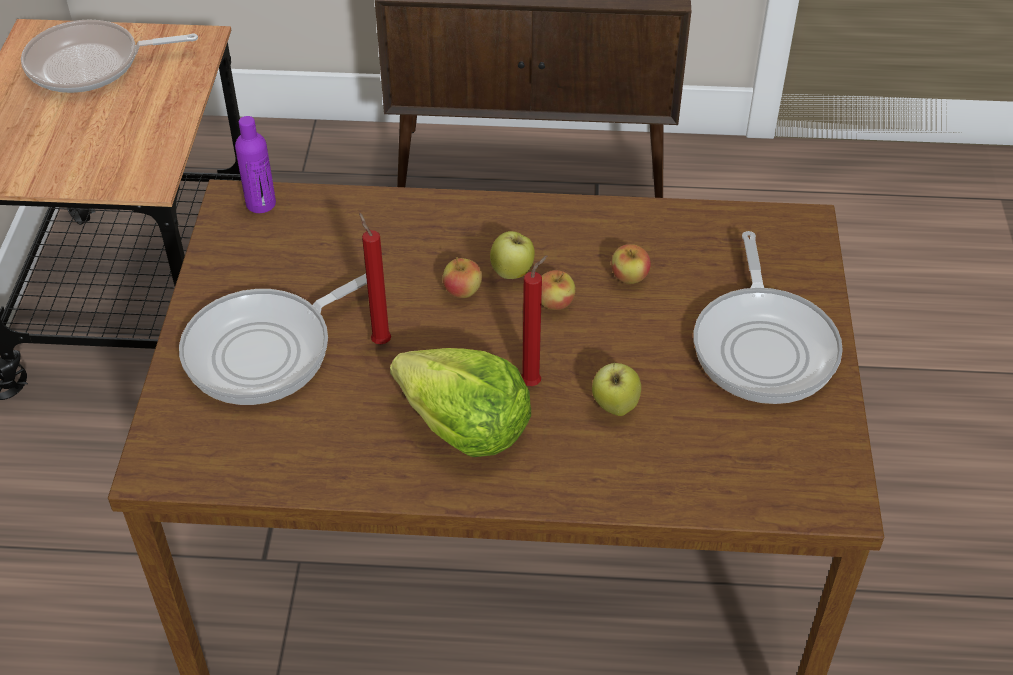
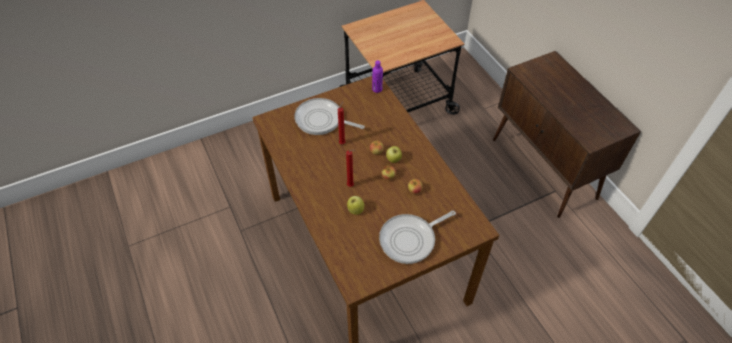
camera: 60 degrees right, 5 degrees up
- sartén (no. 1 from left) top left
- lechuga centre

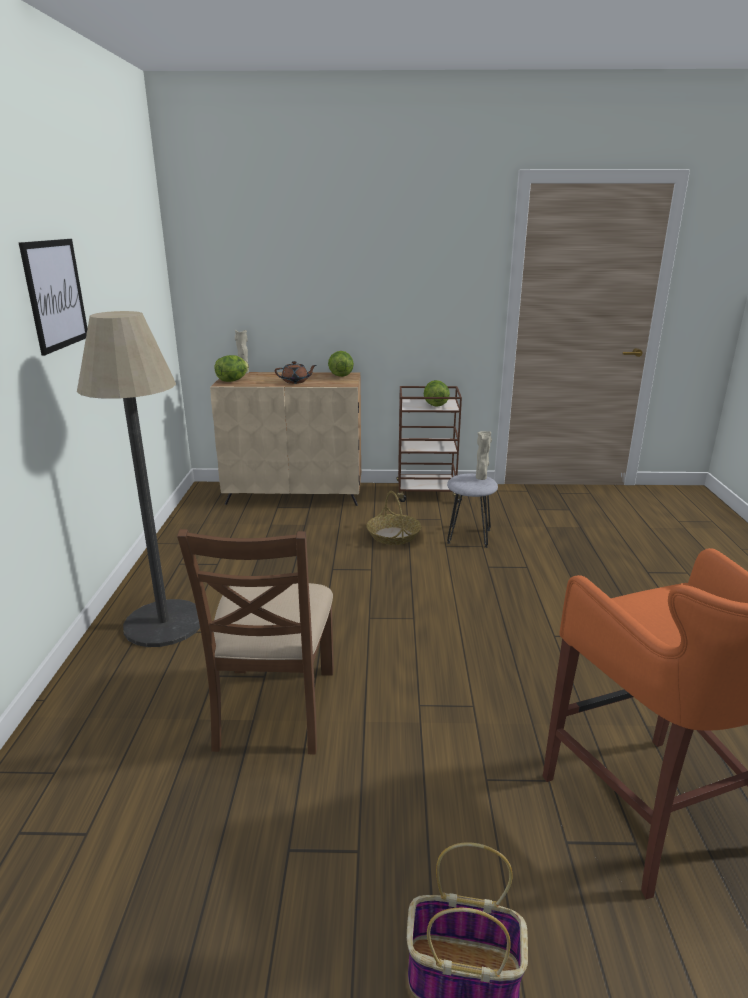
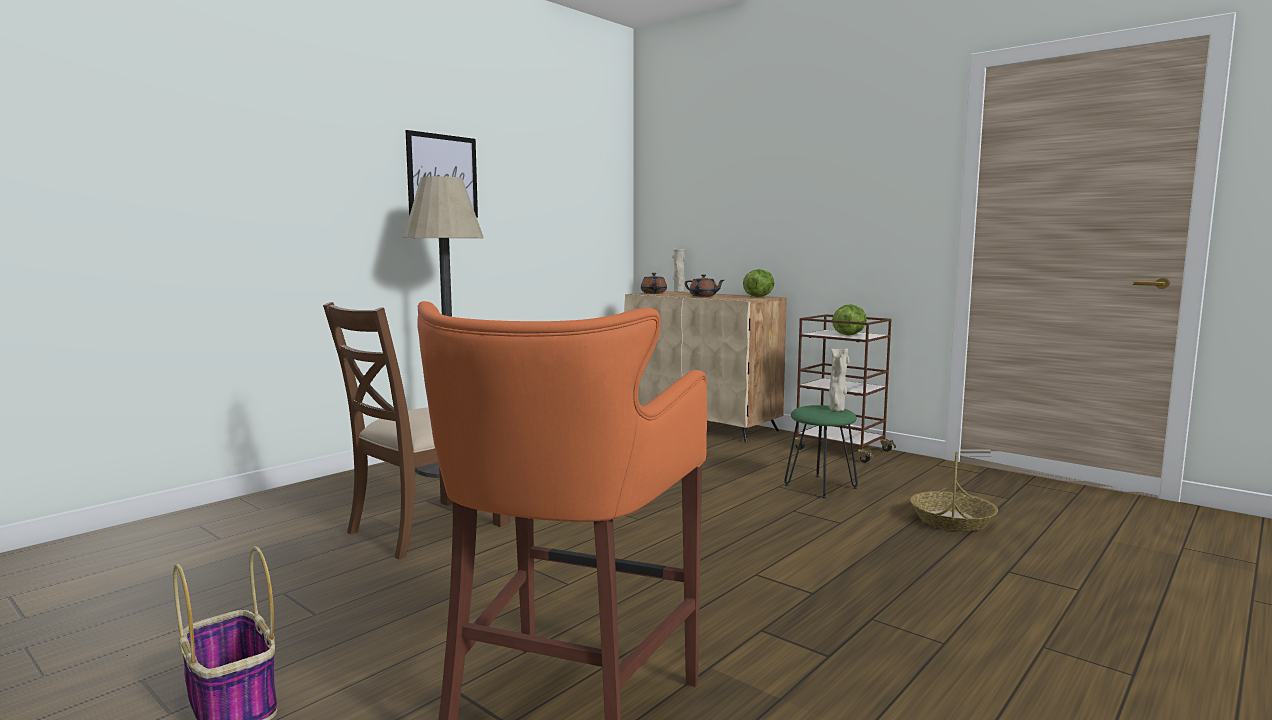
camera: 40 degrees right, 15 degrees down
~ lechuga (no. 1 from left) middle left to tetera/marrón (no. 1 from left) centre
~ cesta (no. 1 from left in the first image) centre to cesta (no. 2 from left) bottom right
~ taburete/gris centre to taburete/verde centre

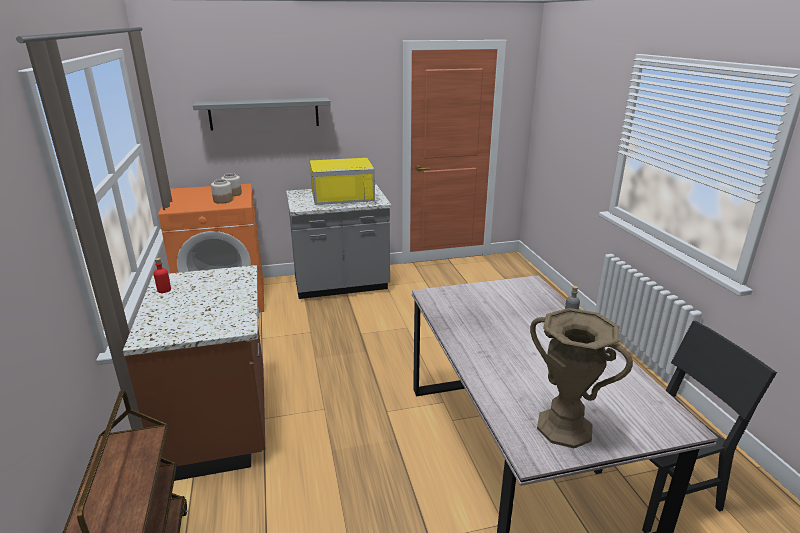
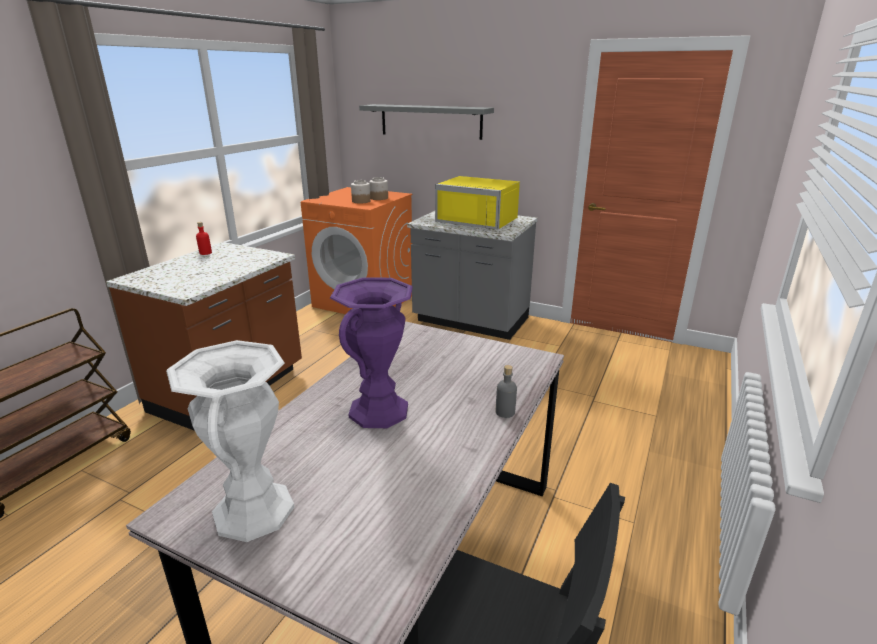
camera: 40 degrees right, 0 degrees up
~ florero/marrón bottom right to florero/blanco bottom left
+ florero/morado centre

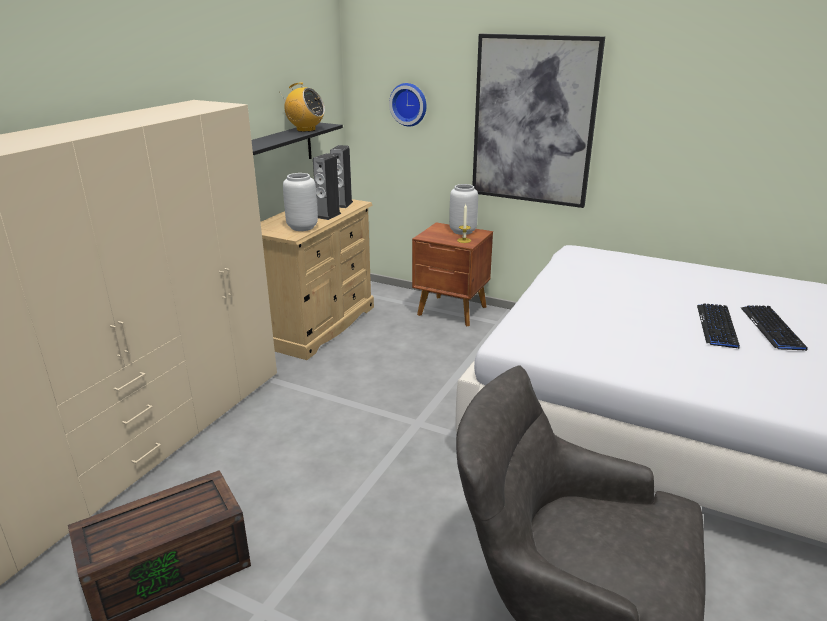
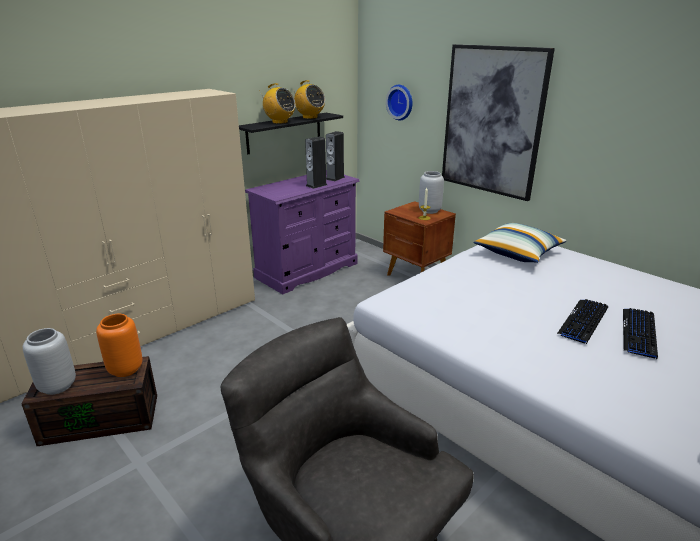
camera: 20 degrees right, 0 degrees up
~ cómoda/beis centre to cómoda/morado centre
~ florero/gris (no. 1 from left) top centre to bottom left
+ florero/naranja middle left
+ radio (no. 1 from left) top centre
+ cojín middle right

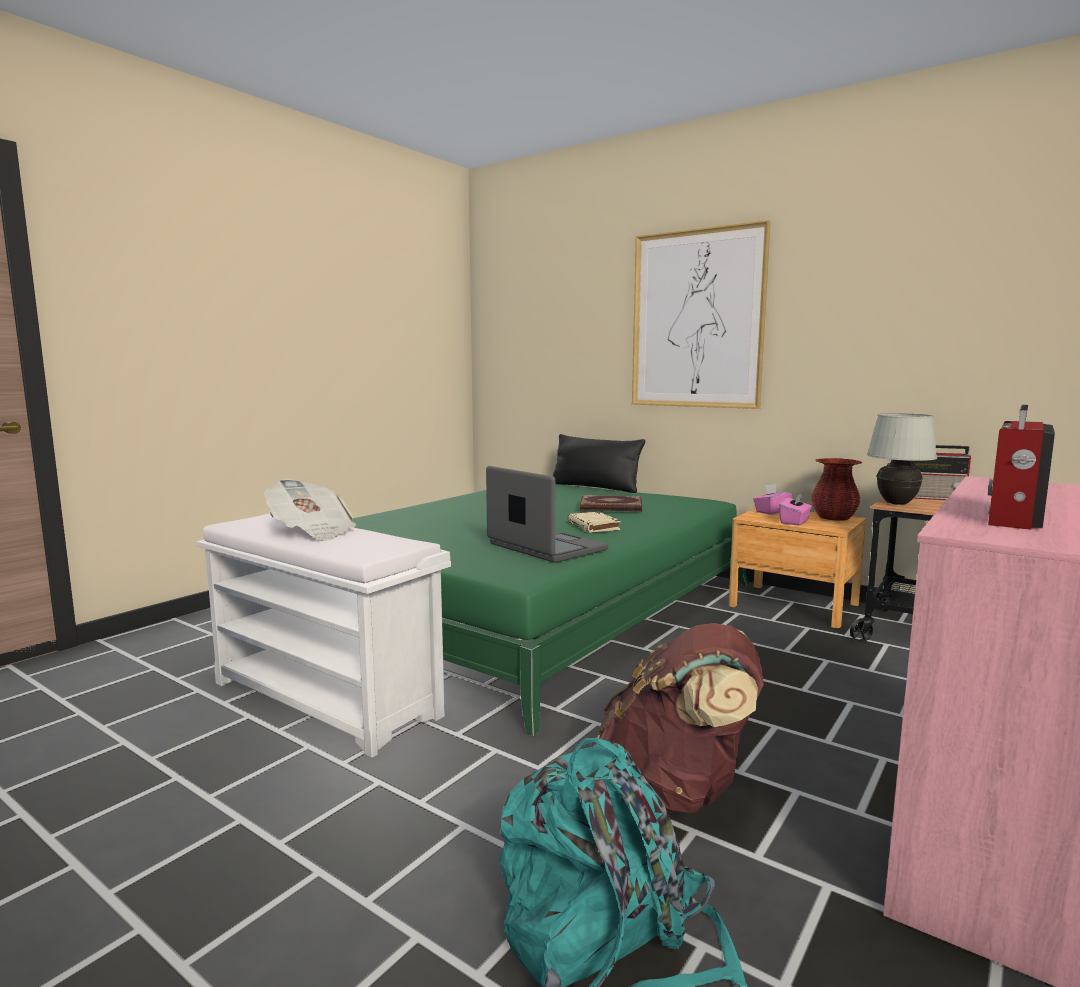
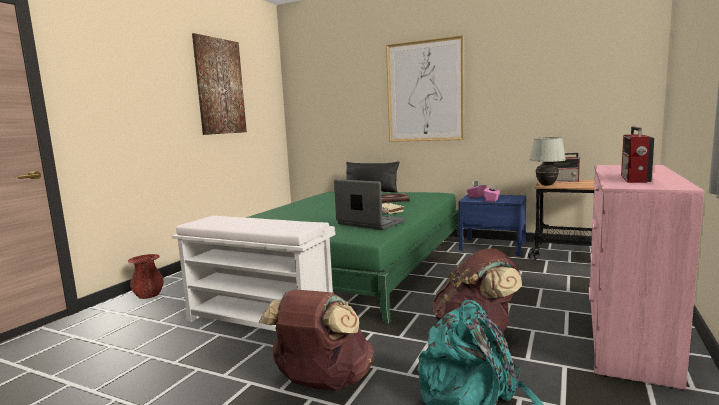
camera: 10 degrees left, 0 degrees up
- periódico middle left
~ mesita de noche/marrón middle right to mesita de noche/azul middle right
~ florero/rojo middle right to bottom left
+ cuadro (no. 1 from left) top left
+ mochila/marrón (no. 1 from left) bottom centre

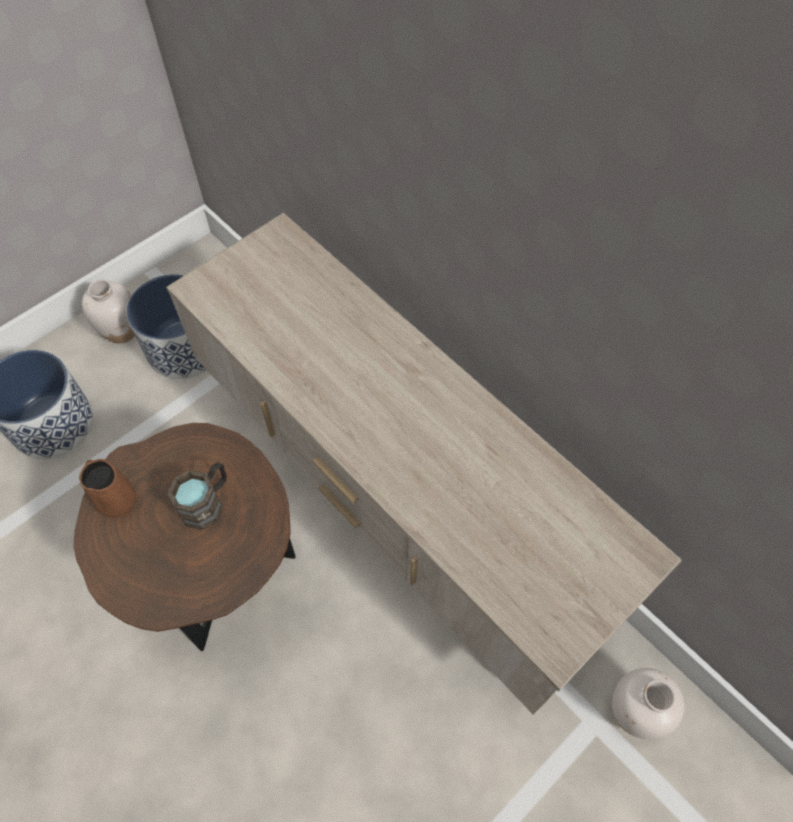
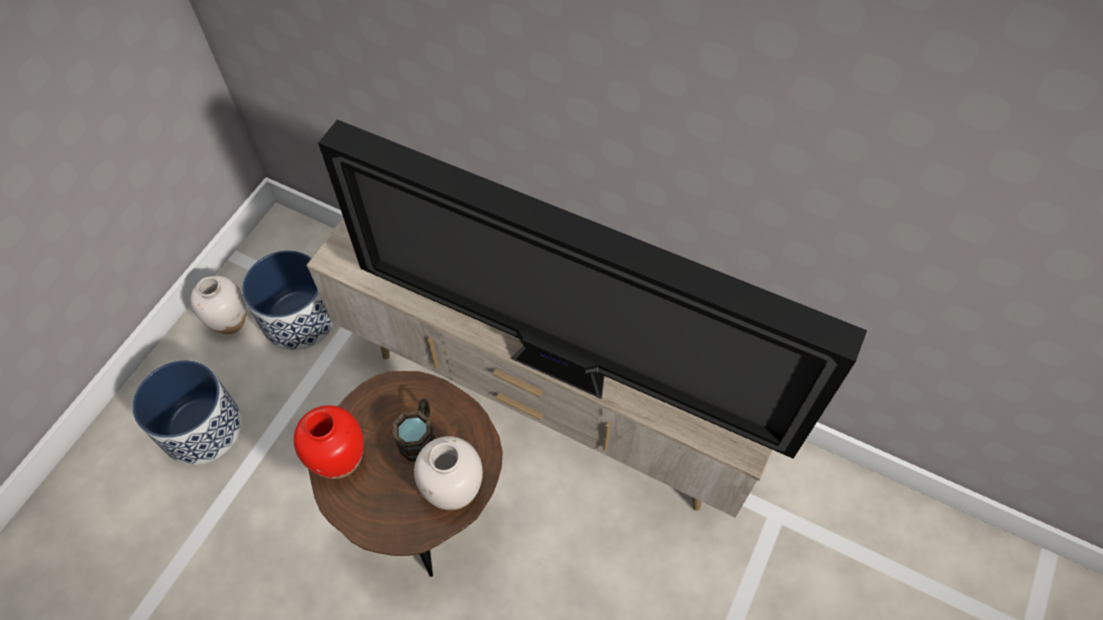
camera: 20 degrees left, 0 degrees up
~ taza grande/marrón (no. 1 from left) middle left to florero/rojo bottom left
~ florero/blanco (no. 2 from left) bottom right to bottom centre
+ televisor centre

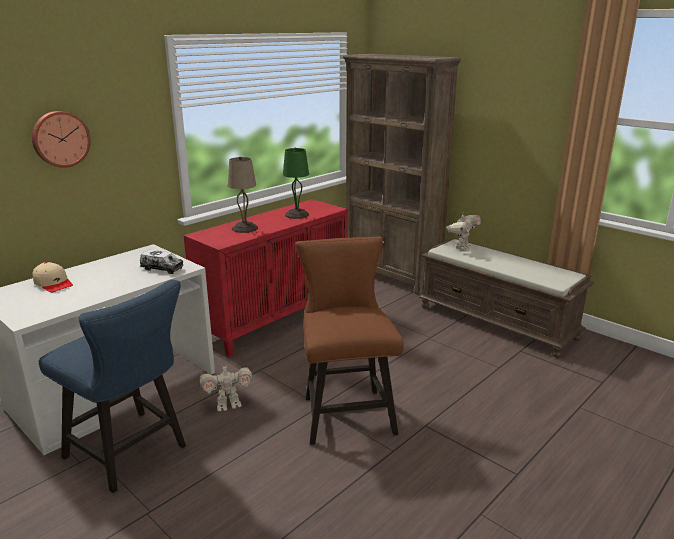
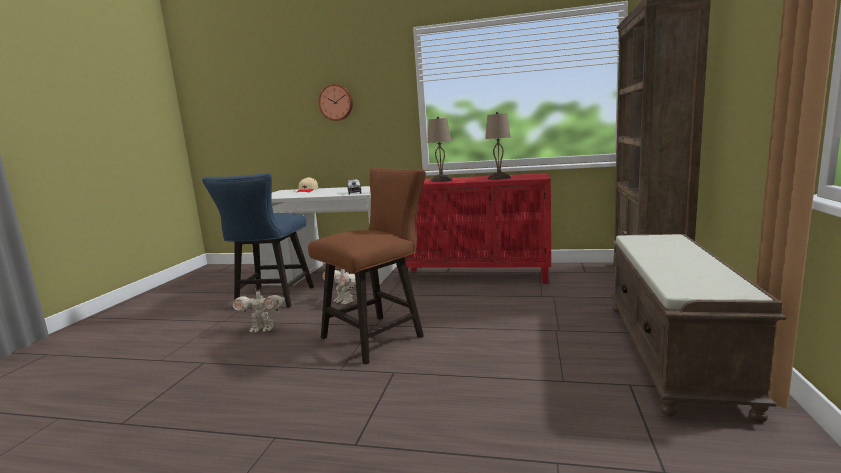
camera: 60 degrees right, 10 degrees down
~ lámpara de mesa/verde centre to lámpara de mesa/beis (no. 2 from left) top centre
~ robot de juguete (no. 2 from left in the first image) middle right to robot de juguete (no. 1 from left) middle left

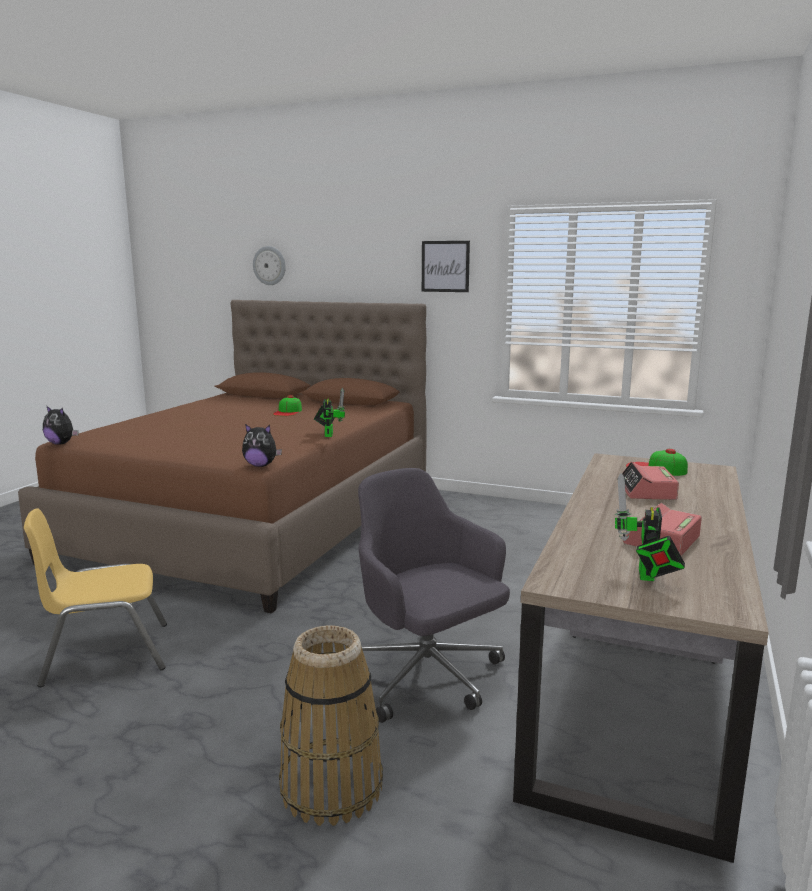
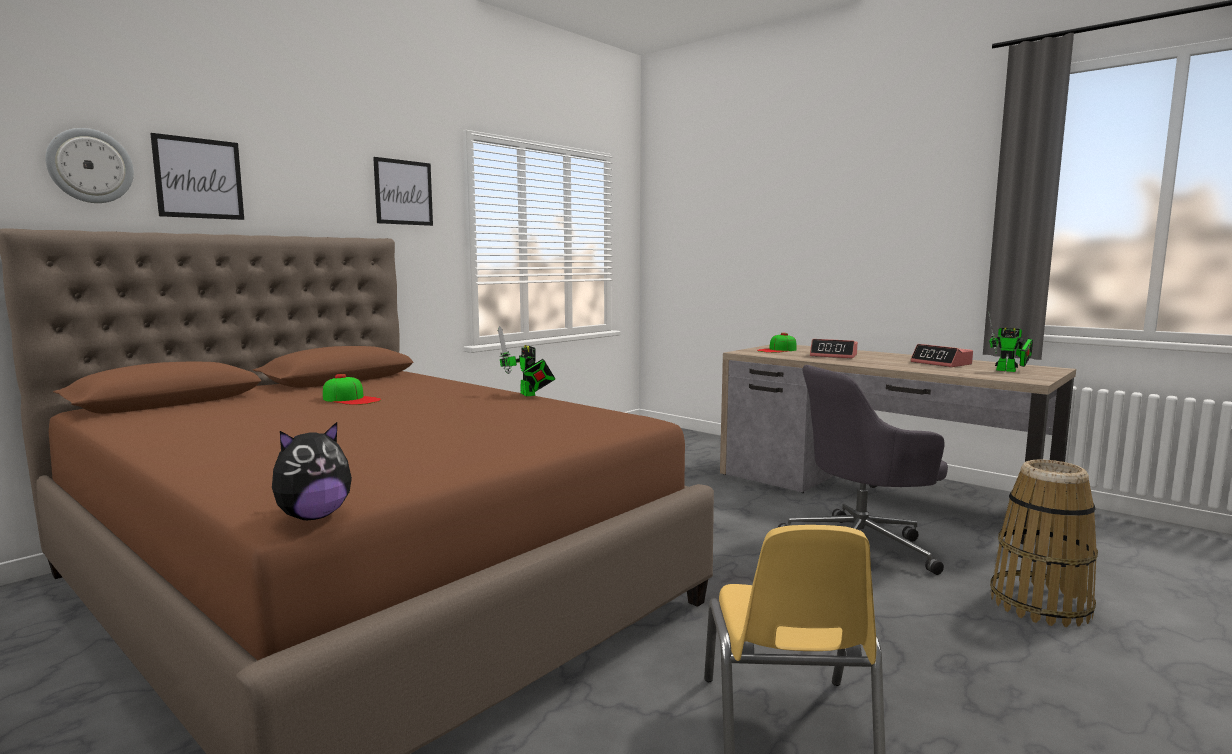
camera: 70 degrees left, 5 degrees down
- peluche (no. 2 from left) middle left
~ robot de juguete (no. 1 from left) centre = centre 135 degrees counterclockwise
+ cuadro (no. 1 from left) top left

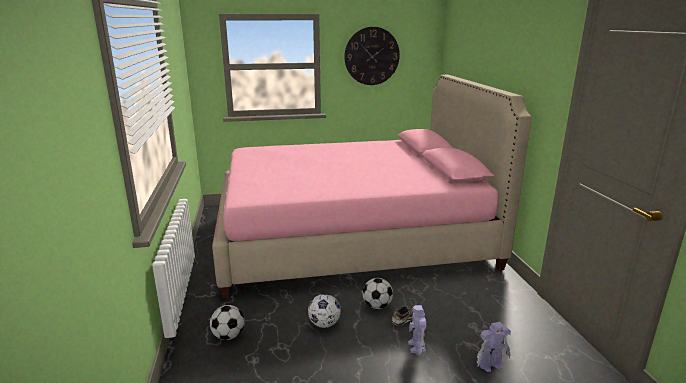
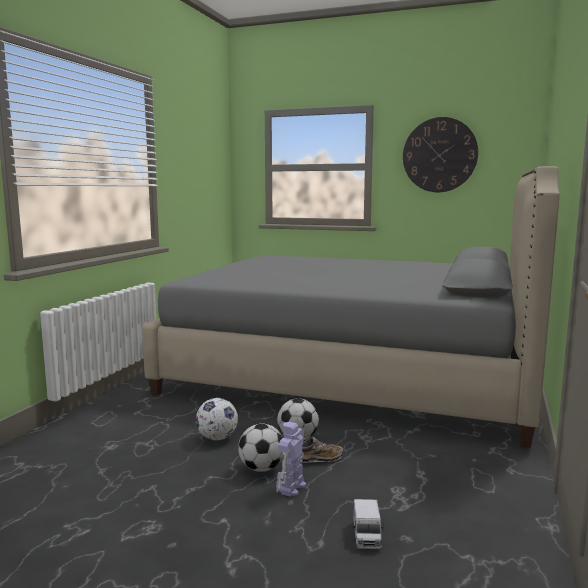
camera: 30 degrees right, 10 degrees down
~ balón de fútbol (no. 1 from left in the first image) bottom left to balón de fútbol (no. 2 from left) bottom centre
~ cama/rosa centre to cama/gris centre
~ robot de juguete (no. 2 from left) bottom right to camión de juguete bottom centre

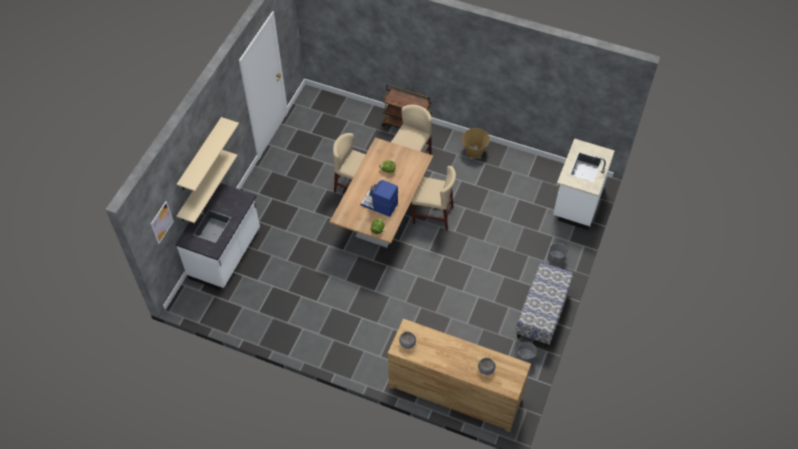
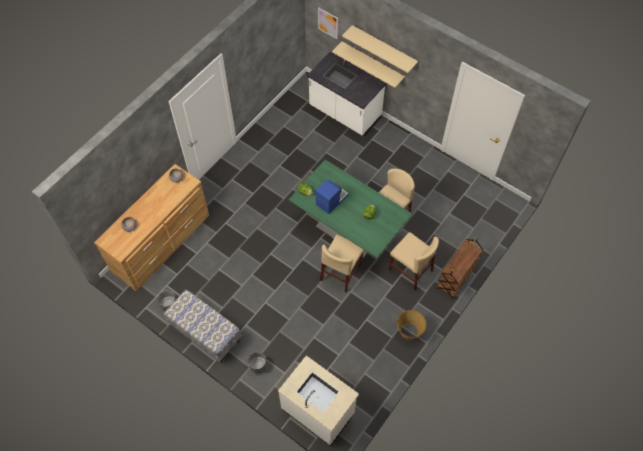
camera: 105 degrees right, 5 degrees up
~ mesa de comedor/marrón centre to mesa de comedor/verde centre

